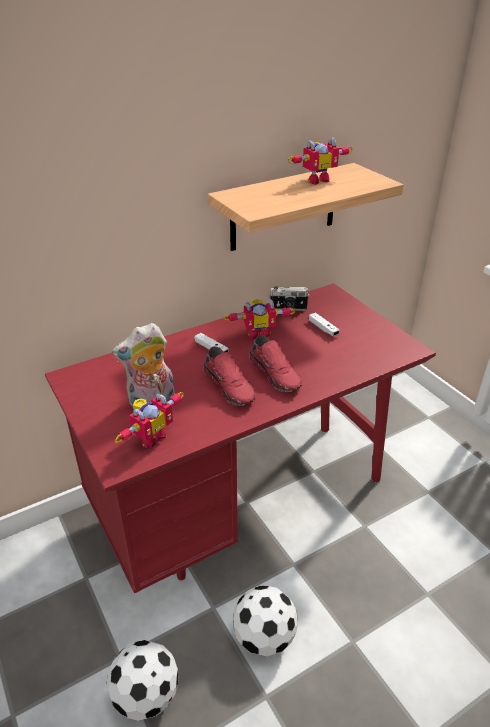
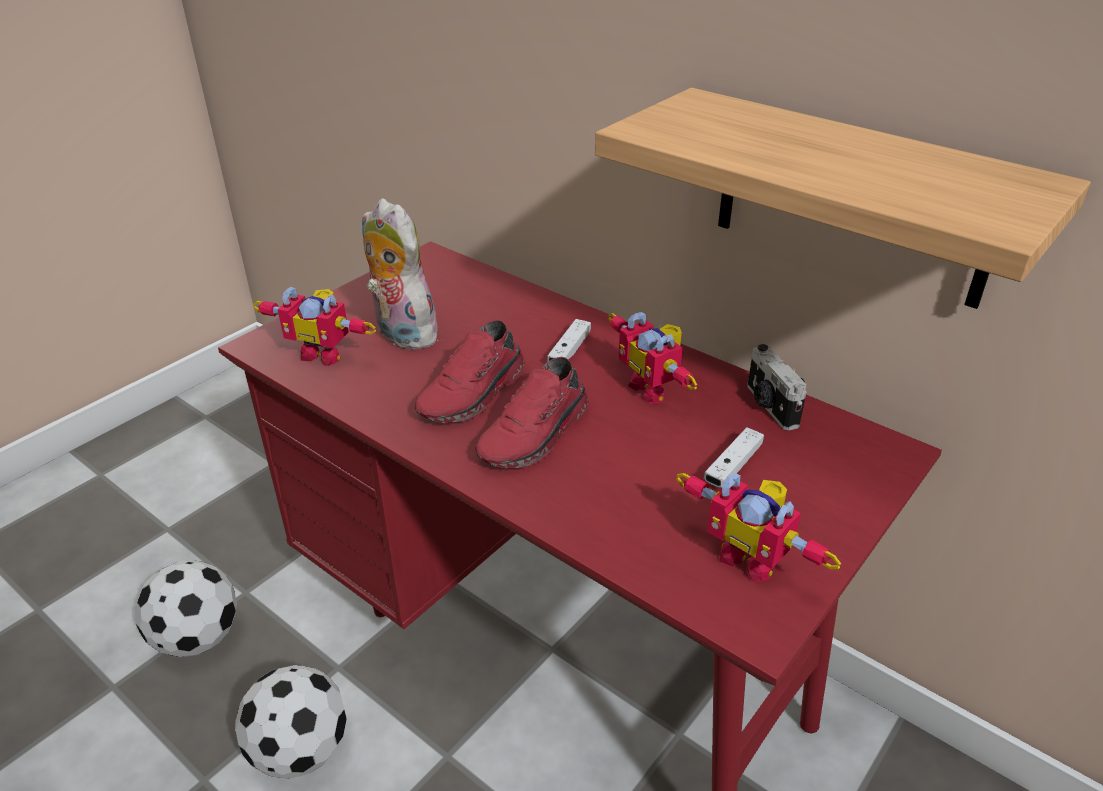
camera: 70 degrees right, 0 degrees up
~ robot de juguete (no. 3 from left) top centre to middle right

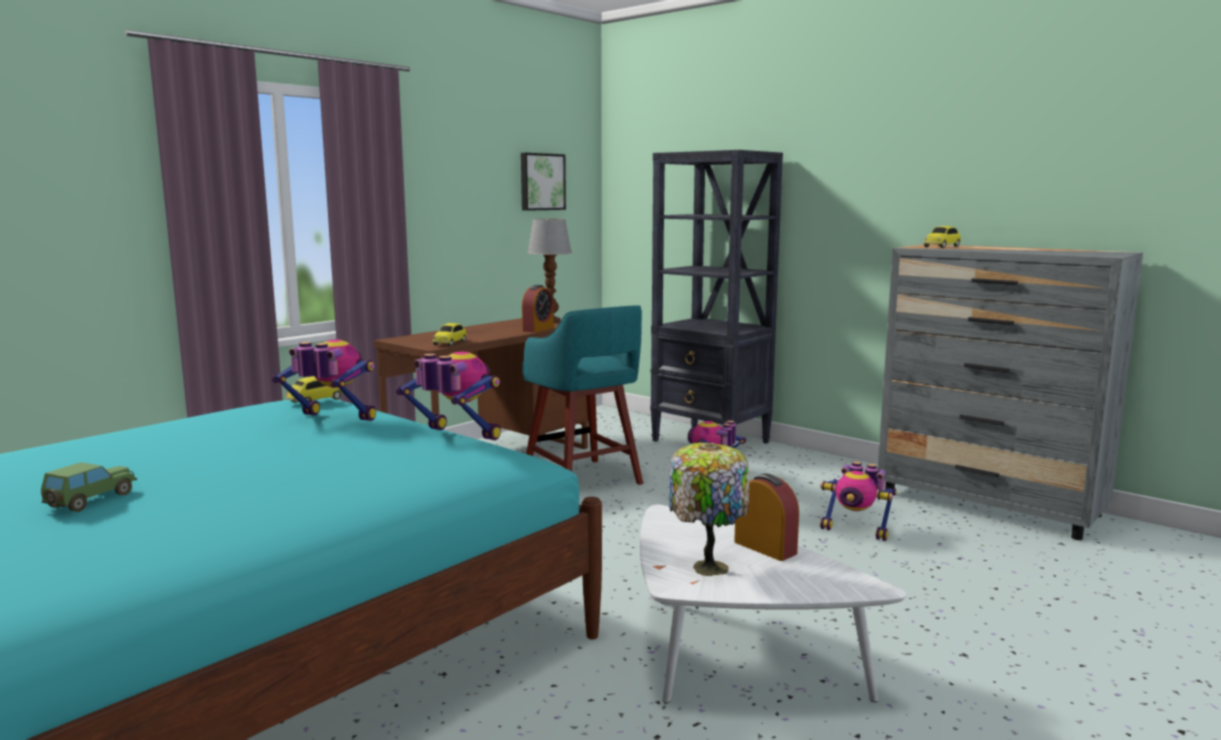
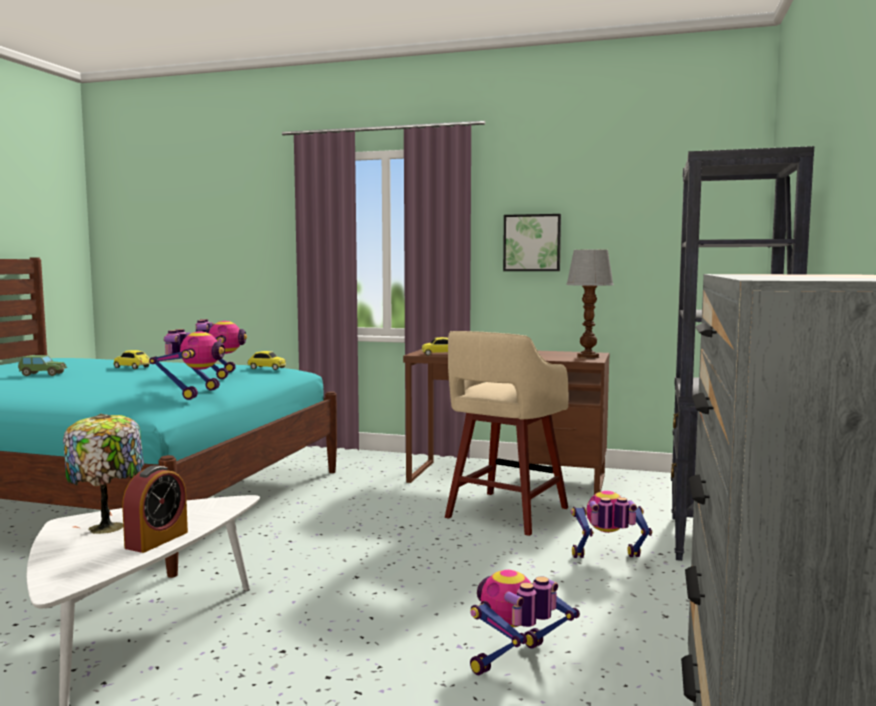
camera: 65 degrees right, 5 degrees down
~ cuadro top centre to centre
- despertador (no. 1 from left) centre
~ taburete/turquesa centre to taburete/beis centre
~ robot de juguete (no. 4 from left in the first image) bottom right = bottom centre 45 degrees clockwise
~ coche de juguete (no. 4 from left in the first image) top right to coche de juguete (no. 2 from left) middle left

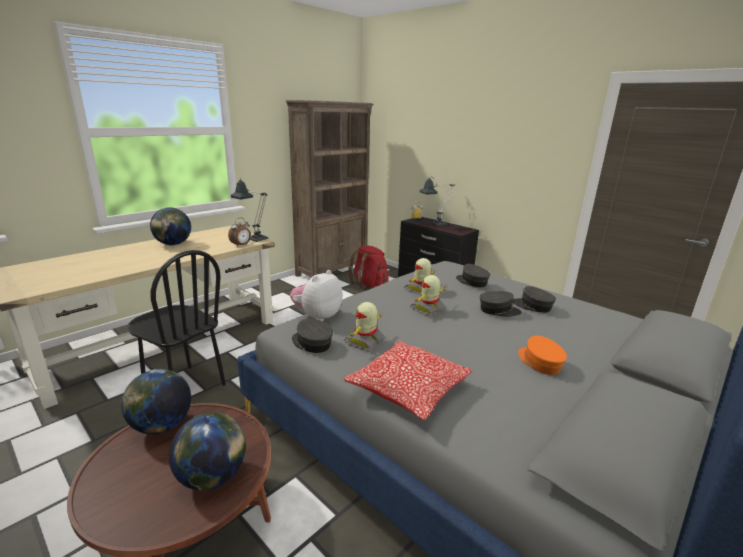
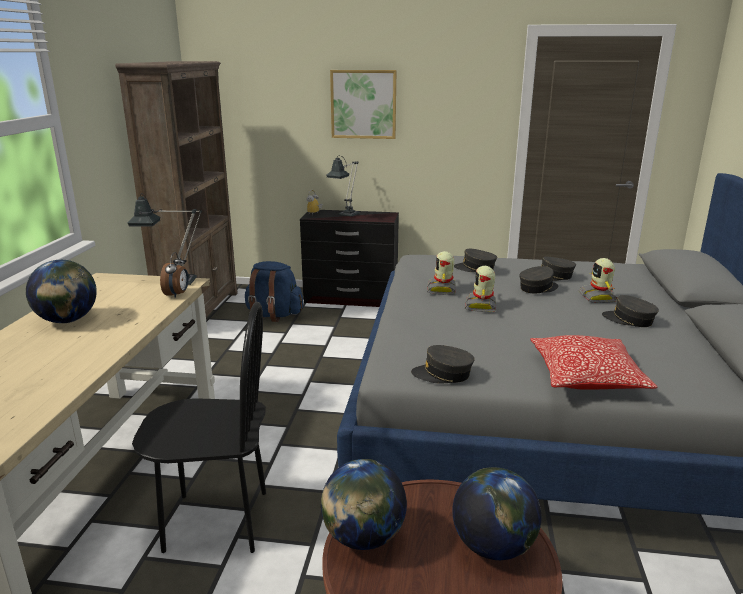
camera: 35 degrees left, 0 degrees up
- peluche centre
~ robot de juguete (no. 1 from left in the first image) centre to robot de juguete (no. 3 from left) middle right
~ mochila/rojo centre to mochila/azul centre
~ gorra/naranja middle right to gorra/gris (no. 5 from left) middle right
+ cuadro top centre

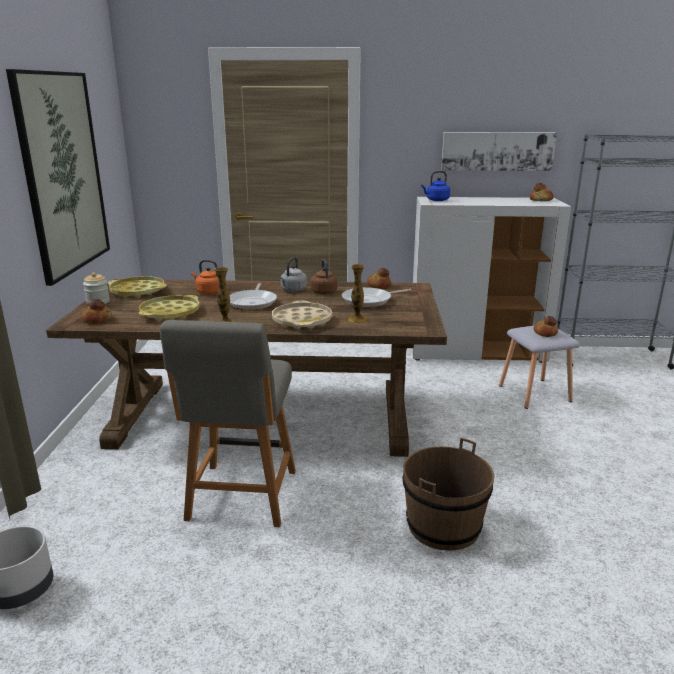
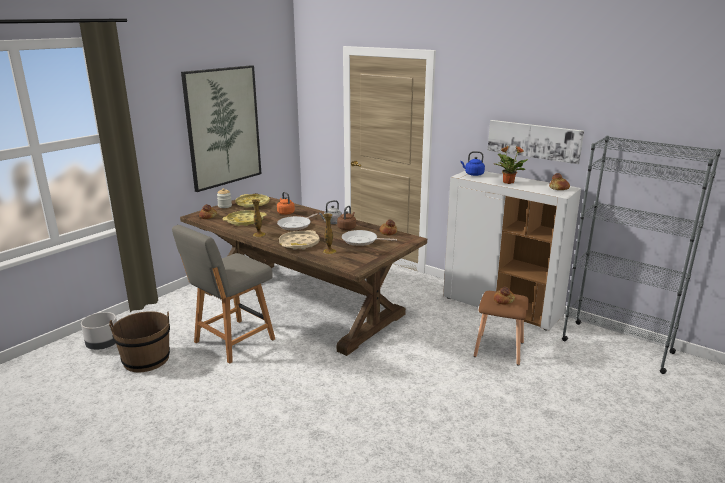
camera: 35 degrees right, 0 degrees up
~ cubo/marrón bottom centre to bottom left
~ taburete/gris middle right to taburete/marrón bottom right
+ planta en maceta middle right

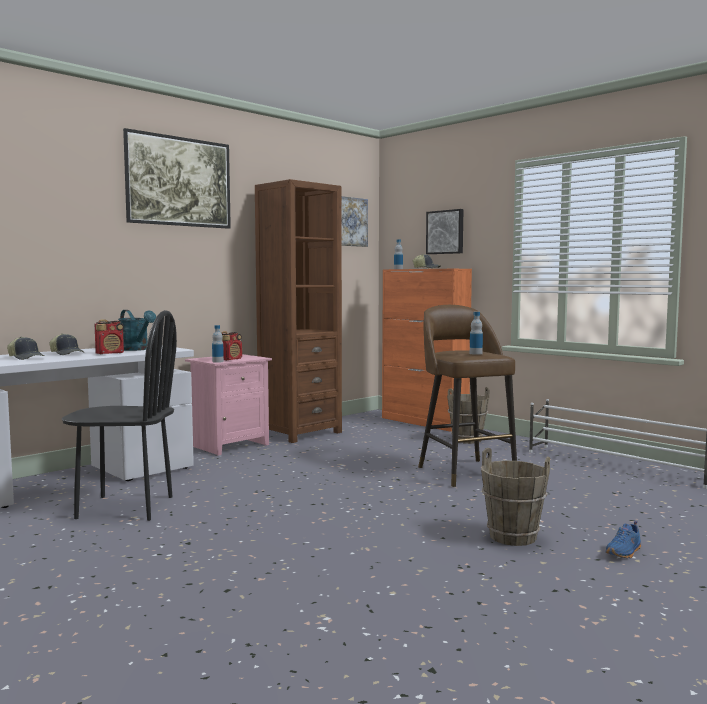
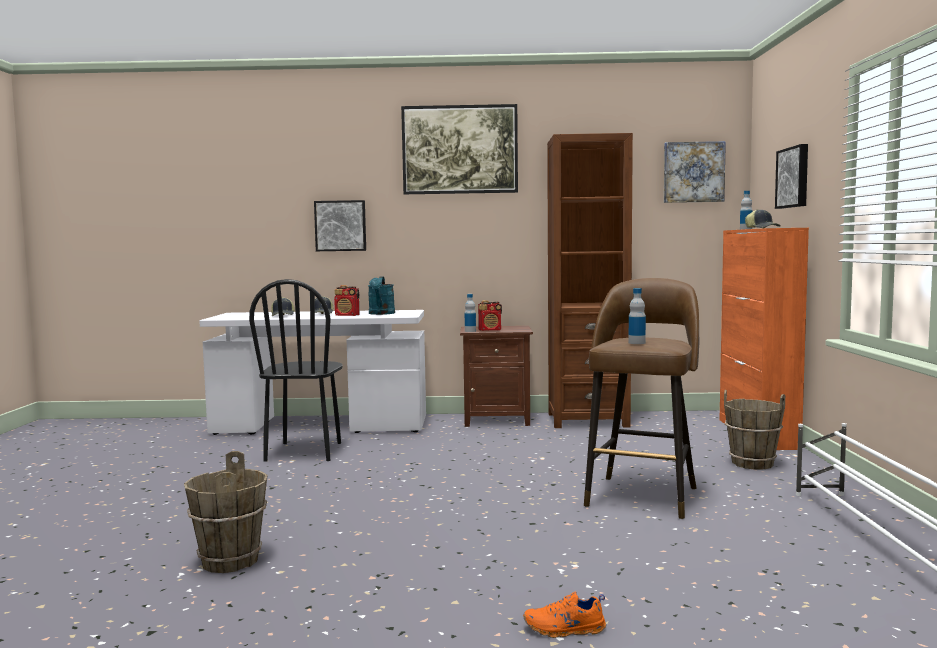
camera: 45 degrees right, 0 degrees up
~ silla/negro middle left = middle left 45 degrees clockwise
~ mesita de noche/rosa middle left to mesita de noche/marrón centre
~ cubo/marrón (no. 2 from left in the first image) bottom right to cubo/marrón (no. 1 from left) bottom left
~ zapato/azul bottom right to zapato/naranja bottom centre
+ cuadro (no. 1 from left) centre

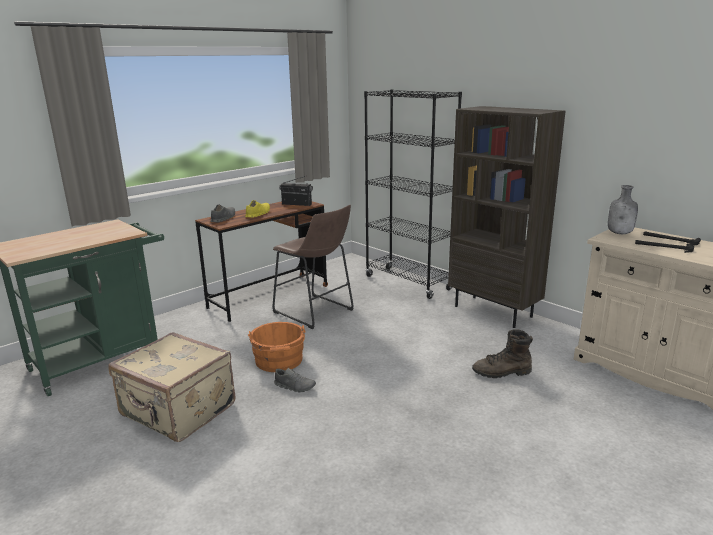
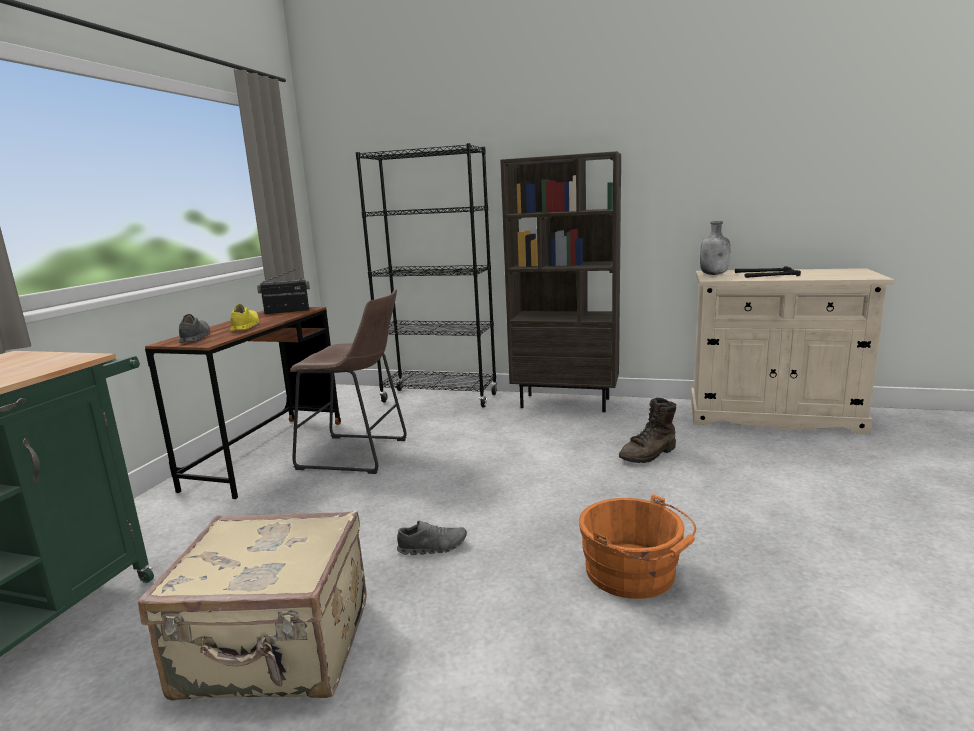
camera: 30 degrees left, 5 degrees down
~ cubo/naranja centre to bottom centre

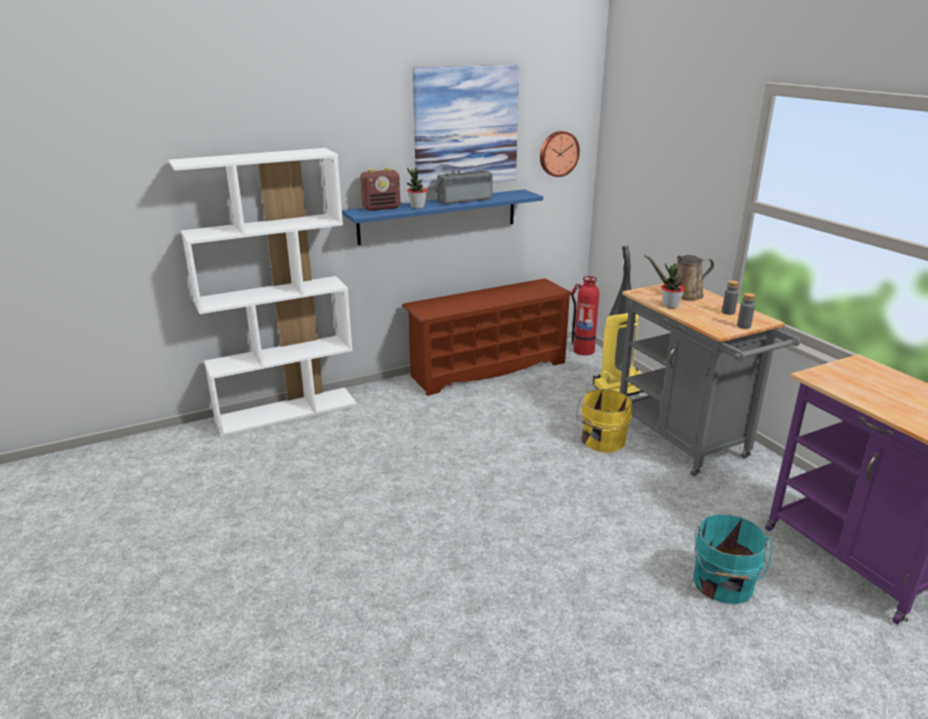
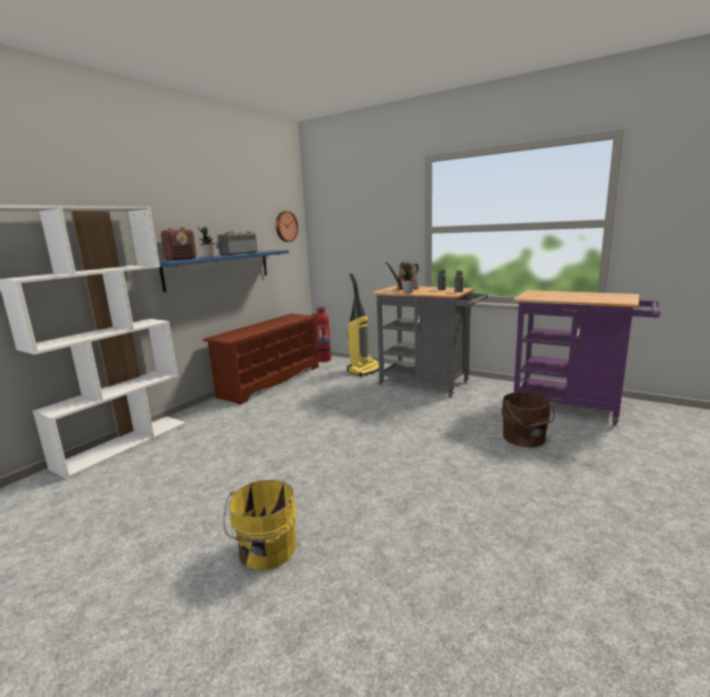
camera: 30 degrees left, 10 degrees down
- cuadro top centre
~ cubo/amarillo centre to bottom centre
~ cubo/turquesa bottom right to cubo/marrón middle right

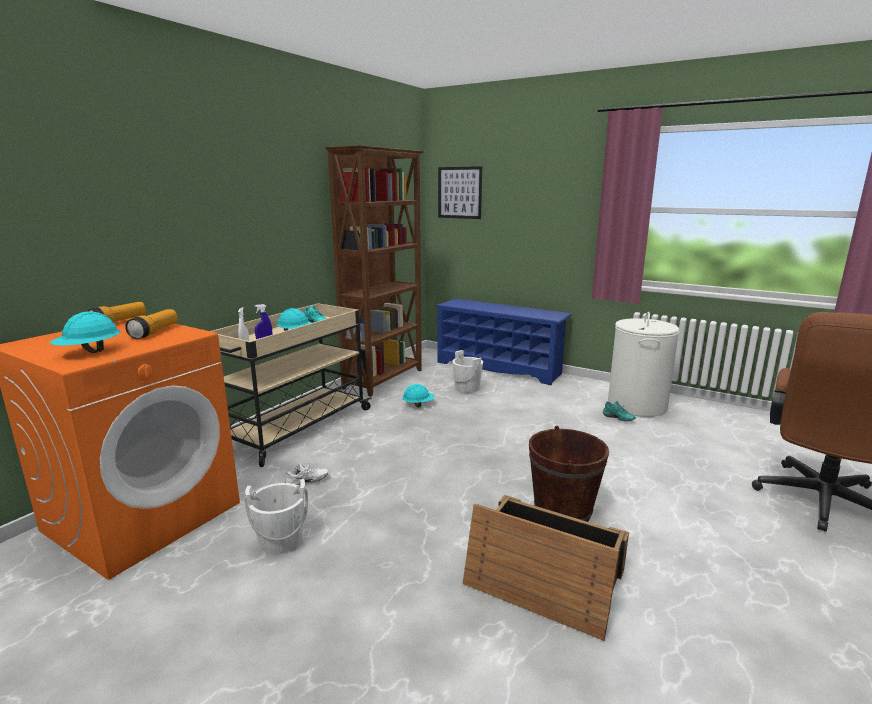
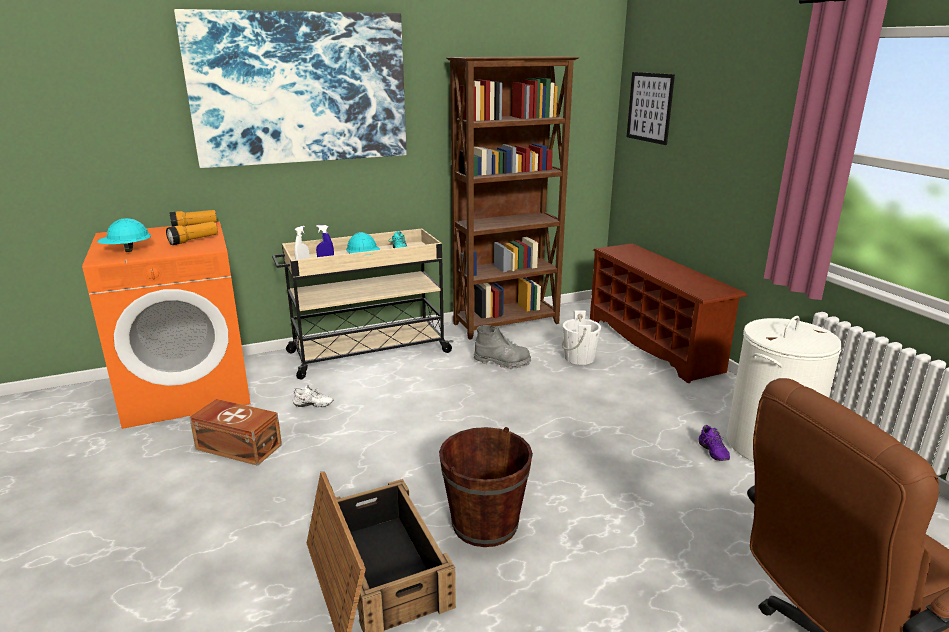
camera: 35 degrees right, 5 degrees up
~ cubo/blanco (no. 1 from left) bottom left to caja de almacenaje/marrón bottom left
~ casco/turquesa (no. 3 from left) centre to bota/gris centre
~ zapatero/azul centre to zapatero/marrón middle right
~ zapato/turquesa (no. 2 from left) middle right to zapato/morado bottom right
+ cuadro (no. 1 from left) top left

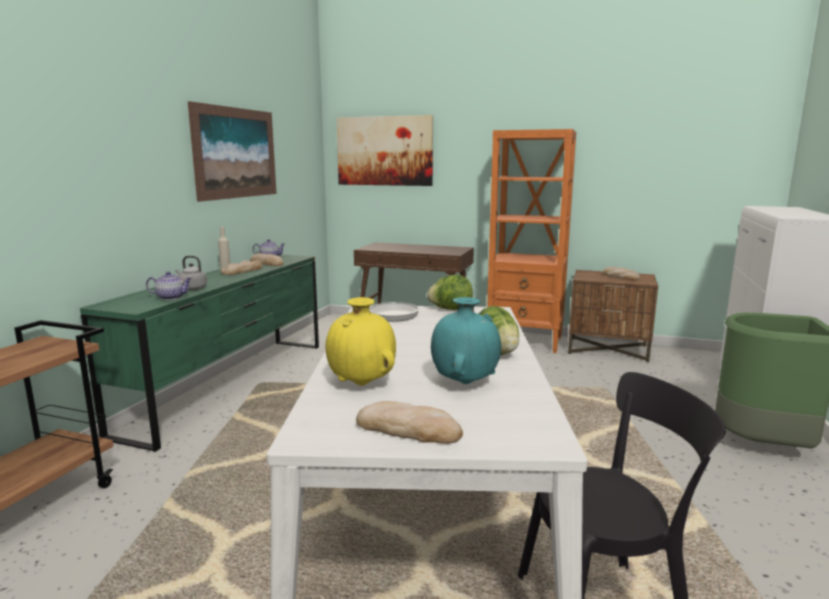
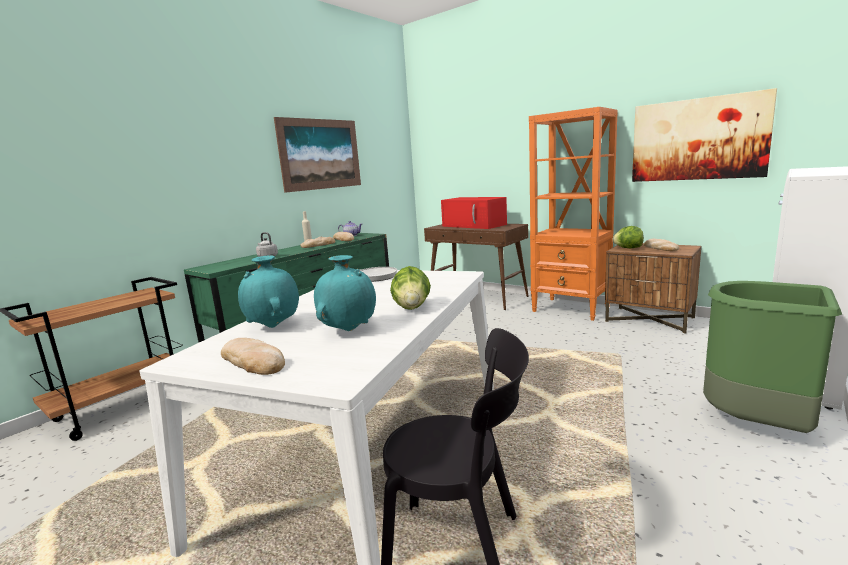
camera: 20 degrees right, 0 degrees up
- tetera (no. 1 from left) middle left
~ florero/amarillo centre to florero/turquesa (no. 1 from left) middle left
~ cuadro (no. 2 from left) top centre to top right
~ lechuga (no. 1 from left in the first image) centre to lechuga (no. 2 from left) middle right
+ microondas/rojo centre

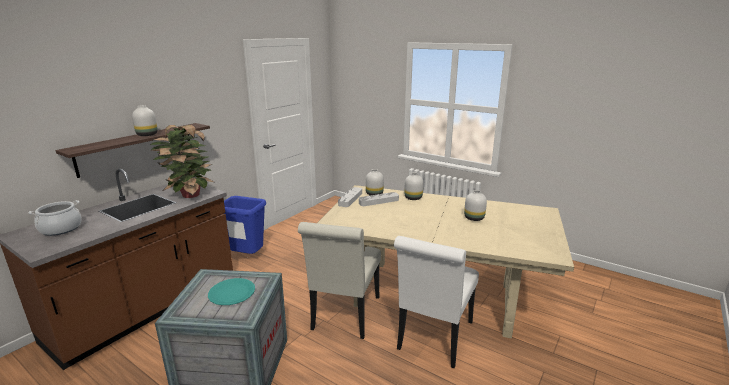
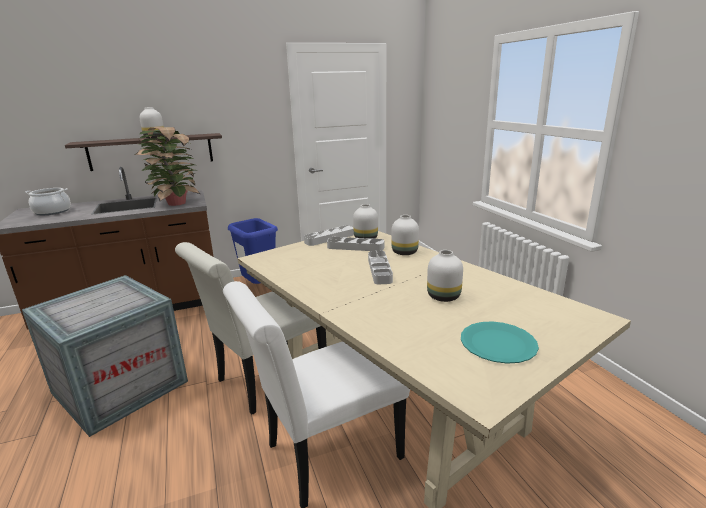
camera: 35 degrees right, 0 degrees up
~ plato/turquesa bottom left to bottom right
+ bandeja/gris (no. 3 from left) centre

